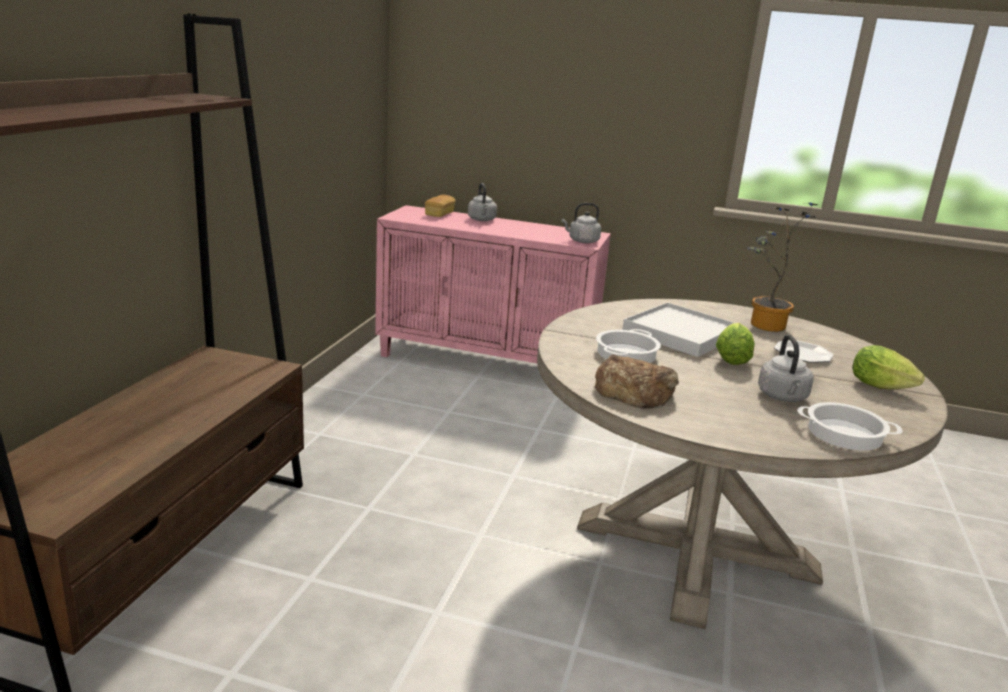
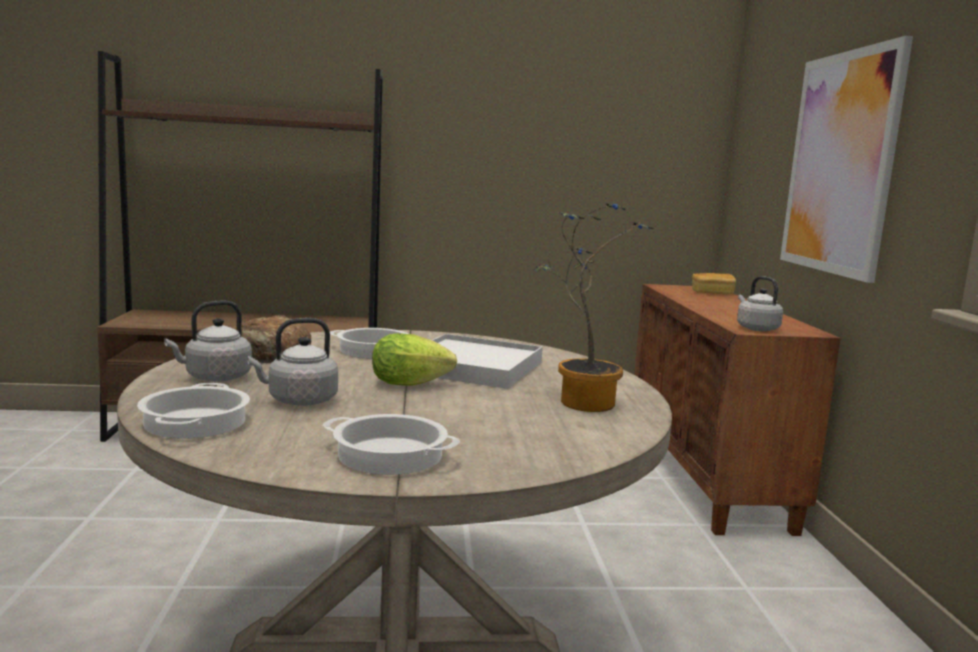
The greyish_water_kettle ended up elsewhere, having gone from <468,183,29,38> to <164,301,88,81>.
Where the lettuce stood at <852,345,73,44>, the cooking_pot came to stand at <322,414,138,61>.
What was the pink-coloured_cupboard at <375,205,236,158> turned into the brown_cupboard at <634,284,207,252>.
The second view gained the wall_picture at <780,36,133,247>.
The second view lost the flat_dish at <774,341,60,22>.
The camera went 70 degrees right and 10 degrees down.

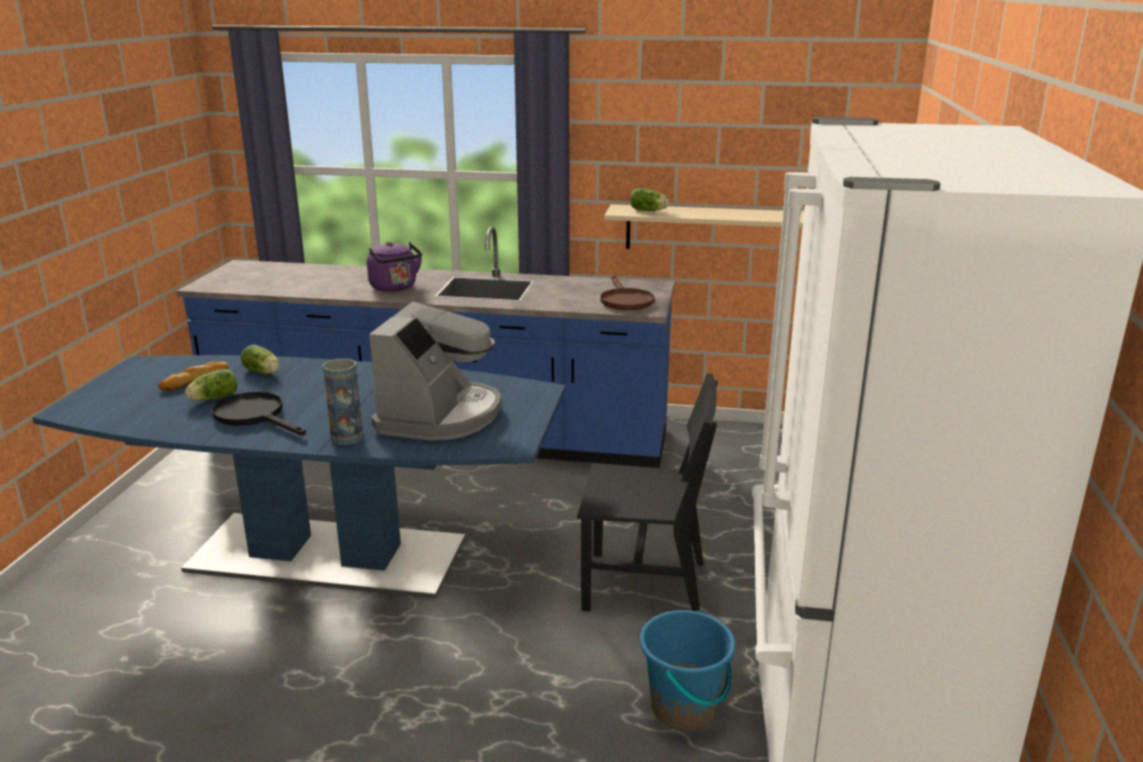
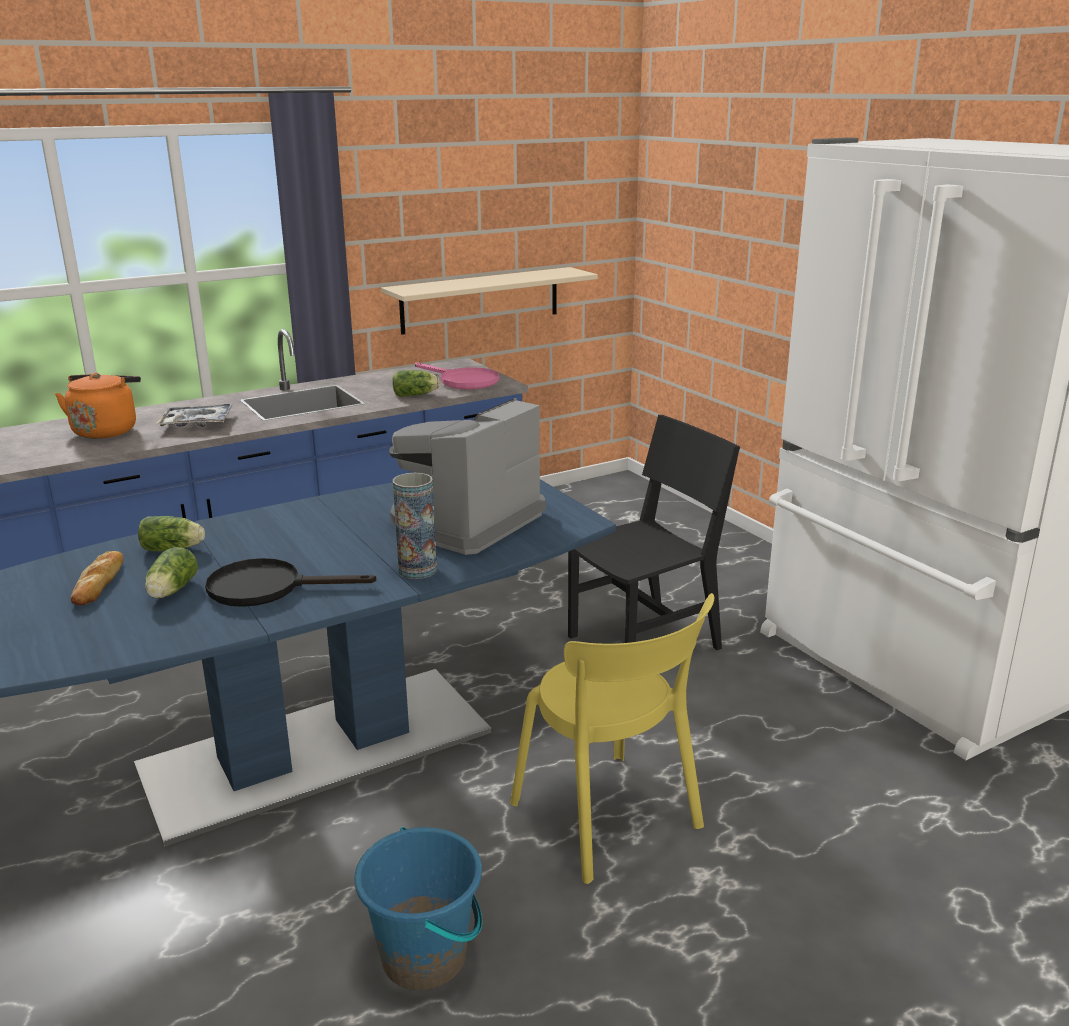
The second view gained the orange-coloured_water_kettle at <55,373,86,66>.
Where the purple_water_kettle stood at <367,242,56,50>, the serving_tray came to stand at <155,404,78,23>.
The blue-coloured_water_bucket ended up elsewhere, having gone from <640,610,96,120> to <355,827,127,163>.
The coffee_machine at <369,302,132,139> ended up facing another way, 120 degrees counterclockwise from before.
The lettuce ended up elsewhere, having gone from <631,188,38,23> to <392,370,48,27>.
What was the brown_pan at <600,275,55,35> turned into the pink-coloured_pan at <415,362,84,28>.
The second view gained the yellow_upright_chair at <510,593,204,291>.
The camera went 40 degrees left and 0 degrees up.

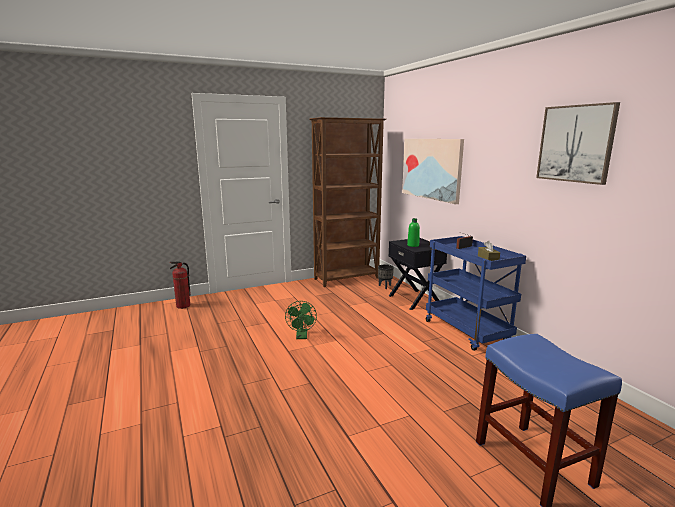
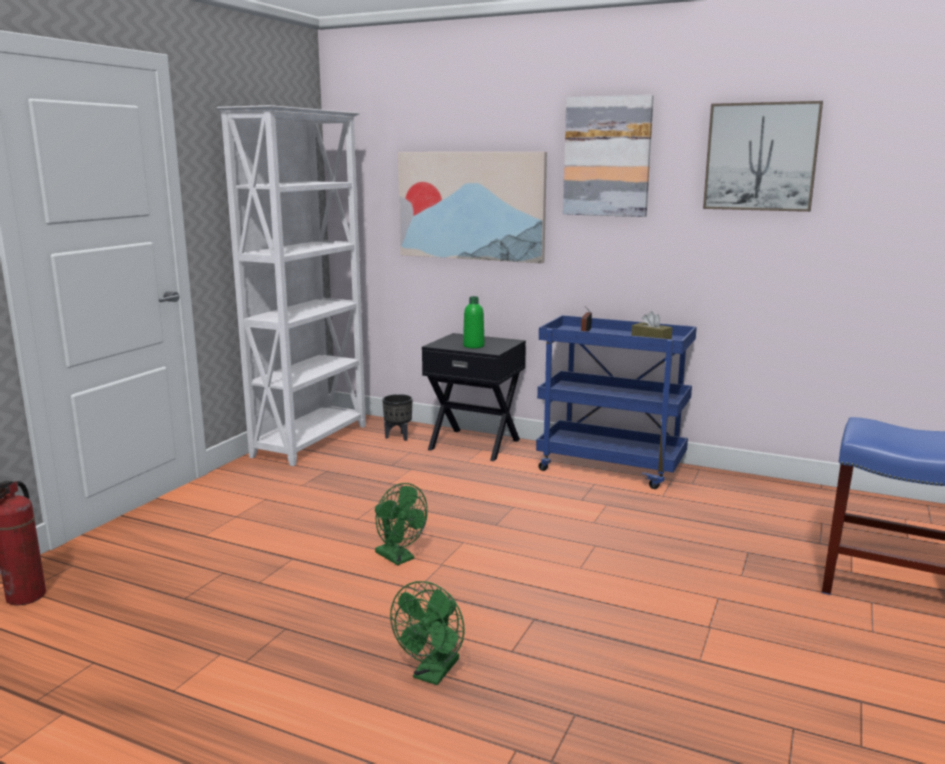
What was the brown_bookshelf at <310,117,76,170> turned into the white_bookshelf at <217,105,149,361>.
The second view gained the greenish_electric_fan at <390,581,74,104>.
The second view gained the wall_picture at <563,95,91,122>.
The camera went 40 degrees left and 0 degrees up.

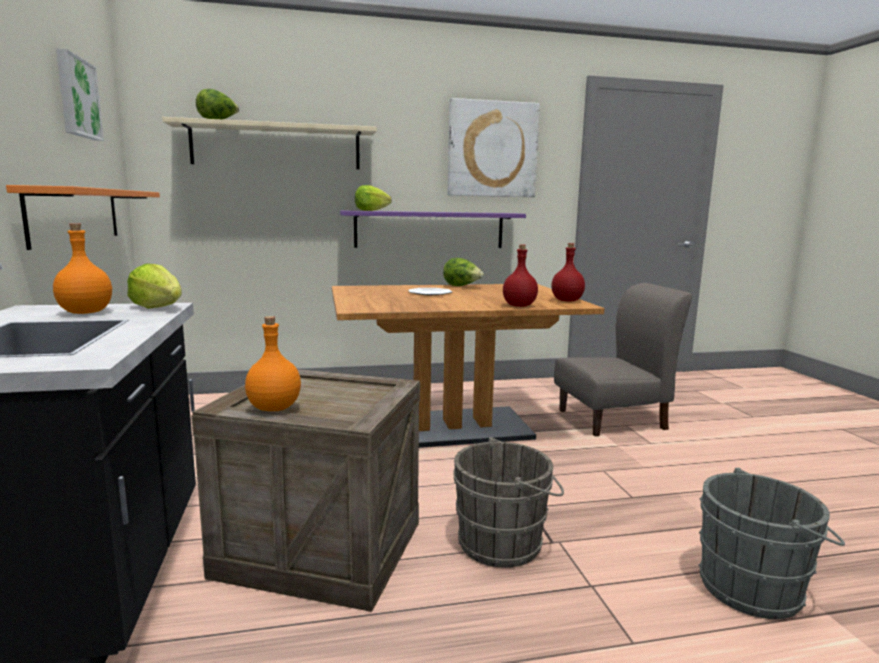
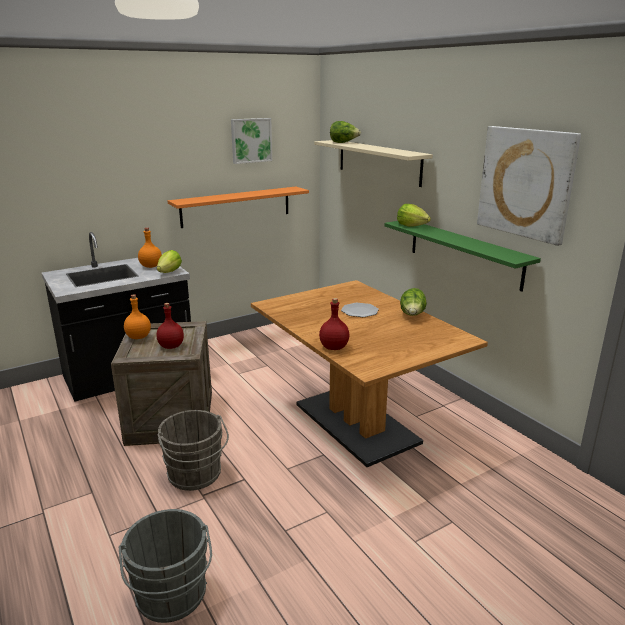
The red-coloured_drink_bottle ended up elsewhere, having gone from <551,243,34,58> to <156,303,28,46>.
What was the purple_shelf at <340,210,186,38> turned into the greenish_shelf at <385,221,156,71>.
The second view lost the greyish_upright_chair at <554,283,138,153>.
The camera went 70 degrees right and 10 degrees up.

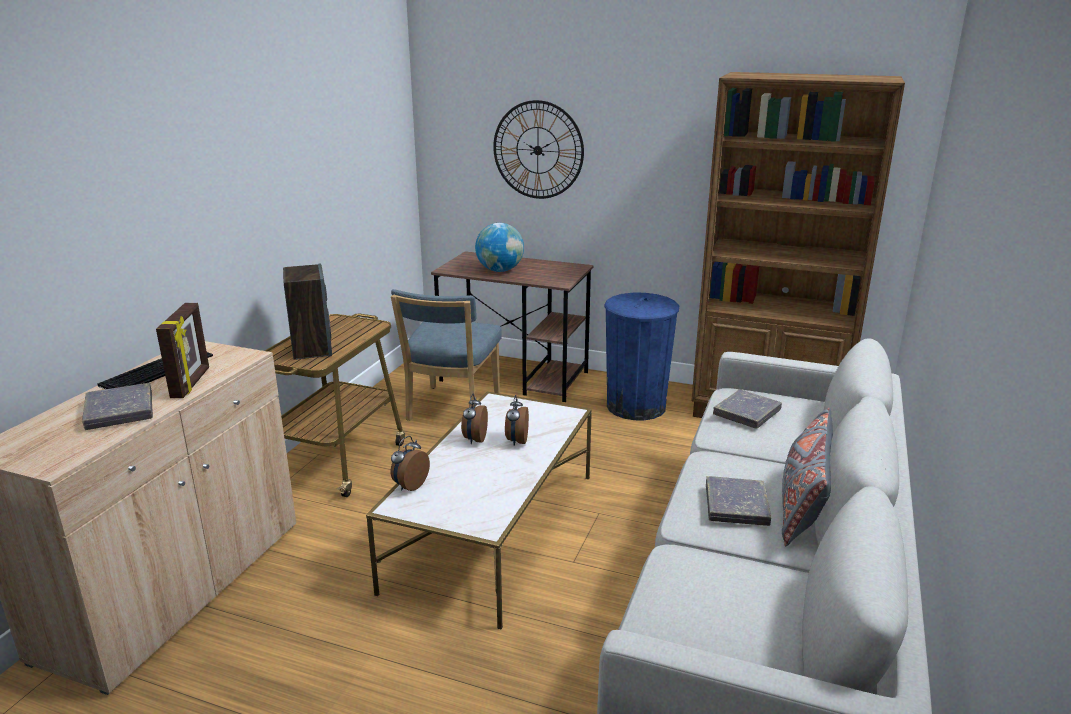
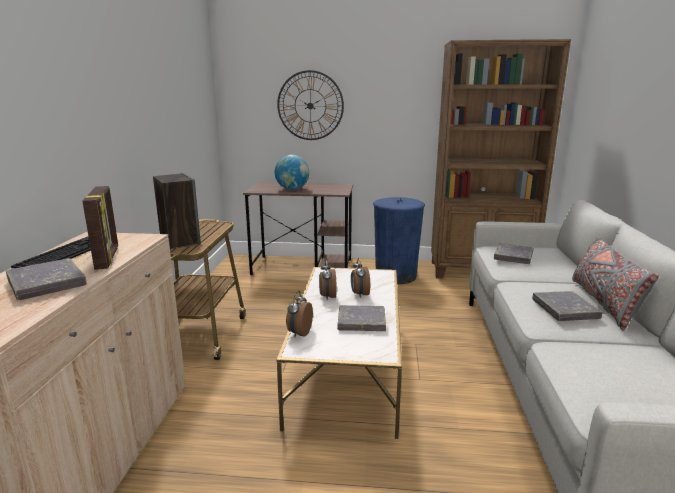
The second view gained the greyish_book at <337,305,49,26>.
The second view lost the blue-coloured_upright_chair at <391,289,111,132>.
The camera went 15 degrees left and 5 degrees down.

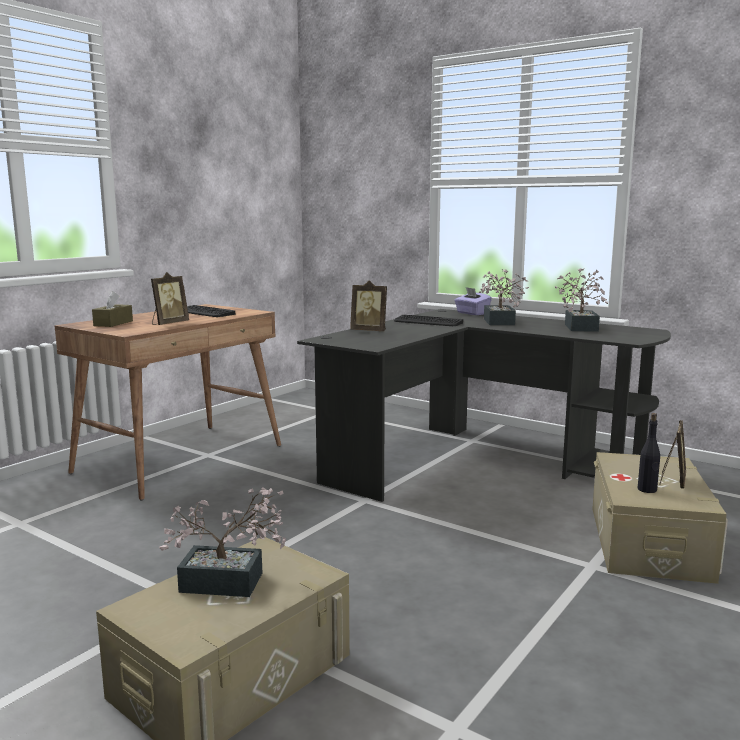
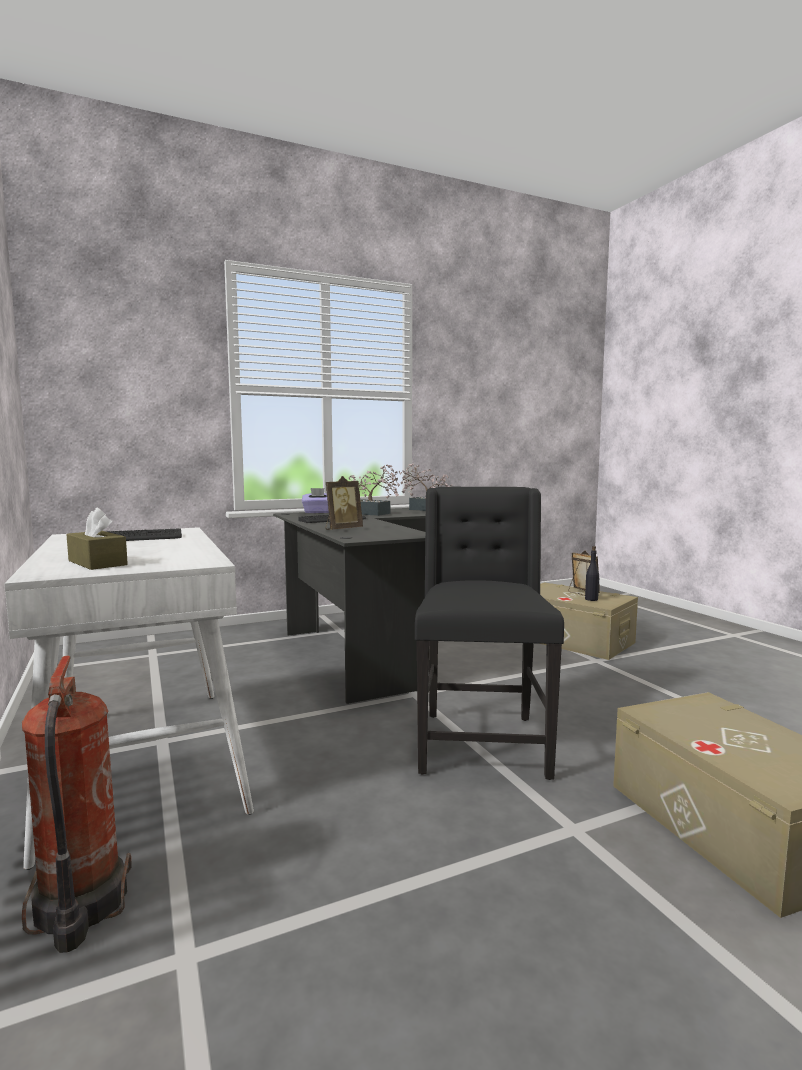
What was the brown_desk at <55,304,226,196> turned into the white_desk at <4,527,250,343>.
The second view gained the fire-fighting_cylinder at <22,655,110,298>.
The second view gained the blackish_upright_chair at <415,487,149,293>.
The second view lost the photo_frame at <151,272,38,53>.
The second view lost the houseplant at <159,487,127,110>.
The camera went 60 degrees left and 5 degrees down.

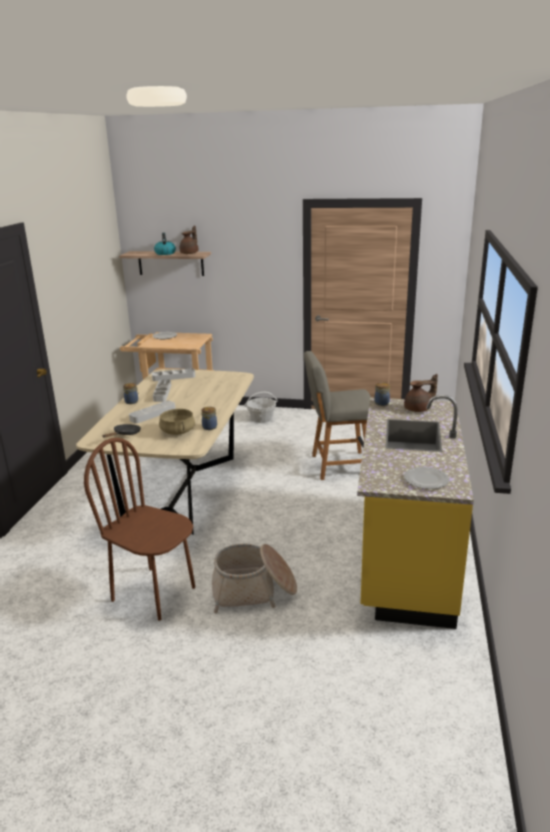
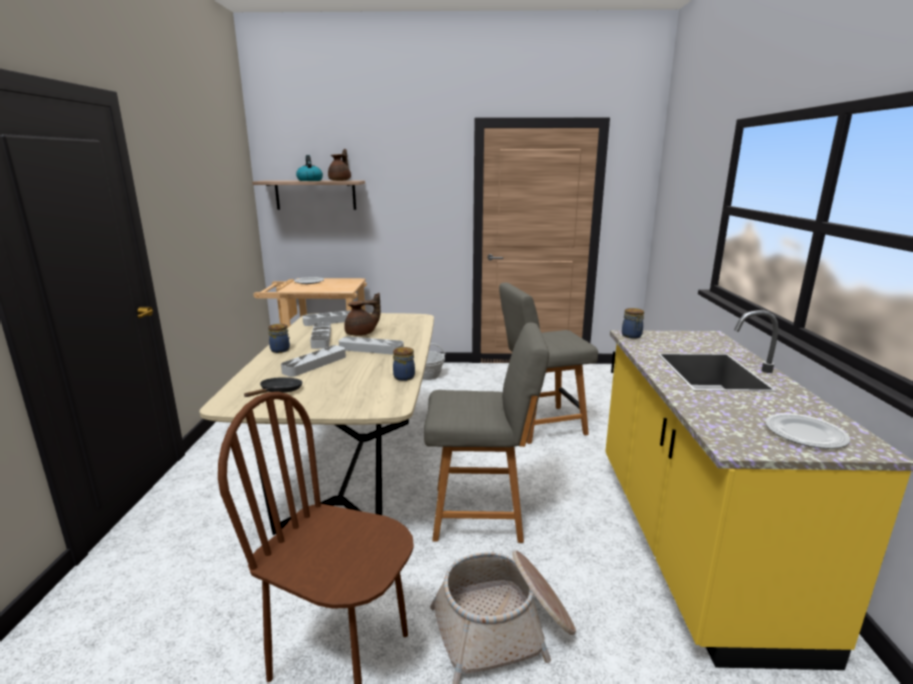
The second view gained the greyish_serving_tray at <339,337,65,18>.
The brown_pot_for_tea ended up elsewhere, having gone from <404,374,34,38> to <344,293,37,43>.
The second view gained the greyish_upright_chair at <424,323,125,220>.
The second view lost the beige_cooking_pot at <159,409,36,26>.
The camera went 10 degrees left and 5 degrees down.

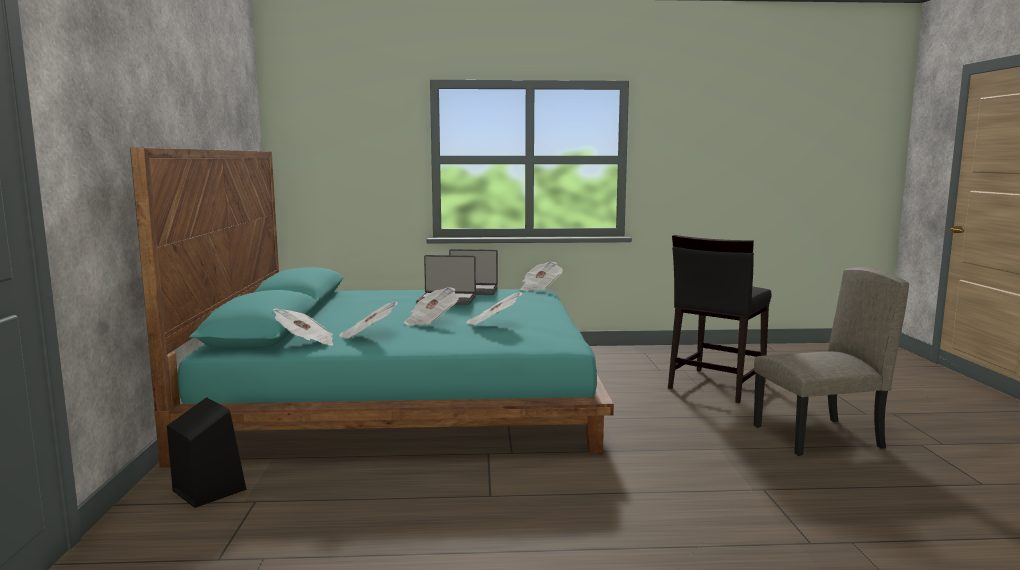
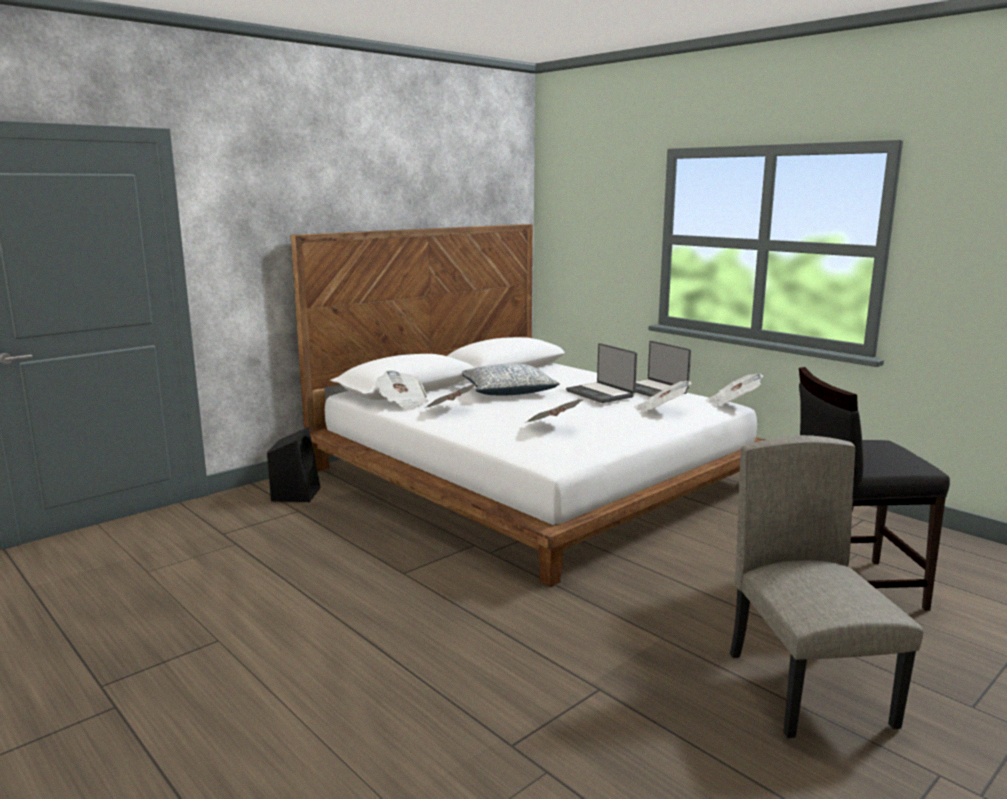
What was the turquoise_bed at <130,148,484,319> turned into the white_bed at <290,224,476,363>.
The second view gained the pillow at <462,364,98,32>.
The newspaper ended up elsewhere, having gone from <404,287,55,38> to <634,381,58,31>.
The beige_upright_chair at <754,267,155,189> ended up facing another way, 135 degrees counterclockwise from before.
The camera went 50 degrees right and 5 degrees up.

